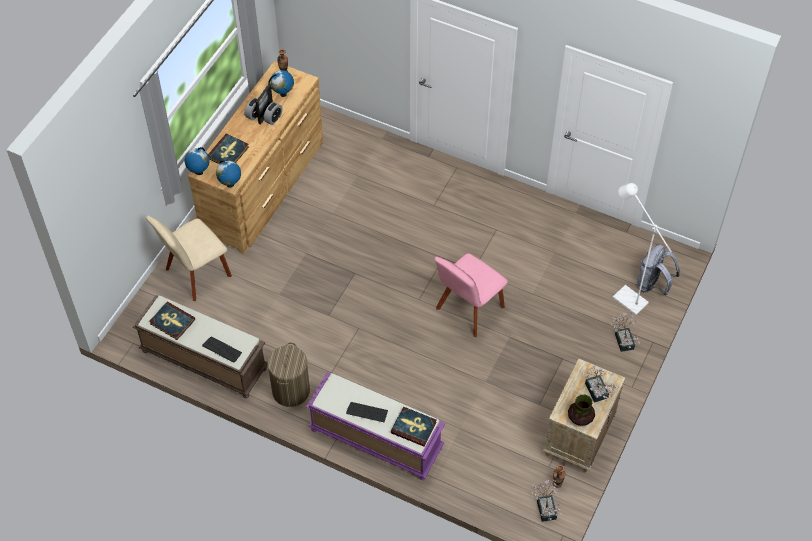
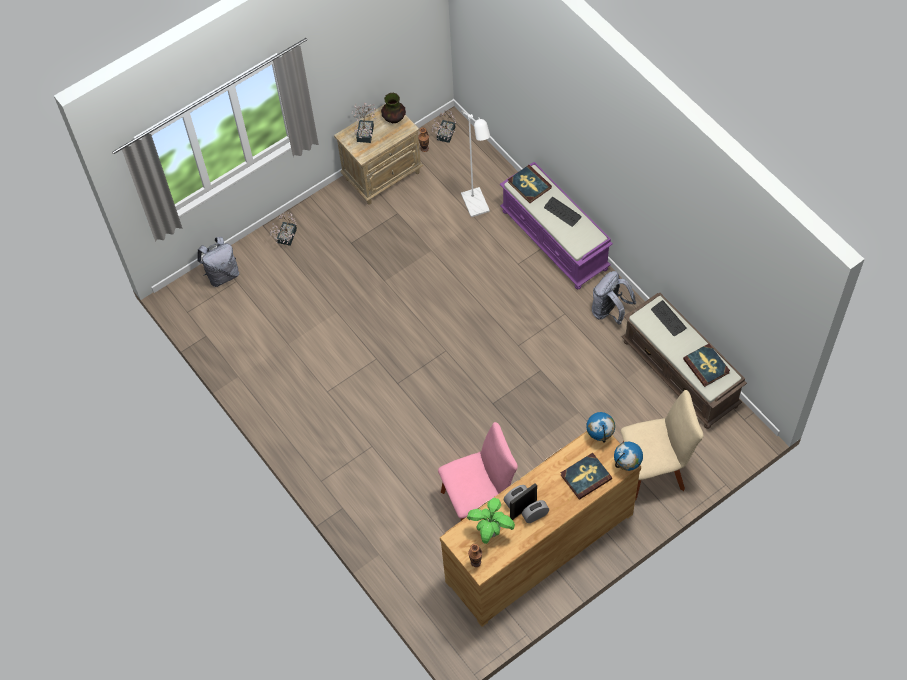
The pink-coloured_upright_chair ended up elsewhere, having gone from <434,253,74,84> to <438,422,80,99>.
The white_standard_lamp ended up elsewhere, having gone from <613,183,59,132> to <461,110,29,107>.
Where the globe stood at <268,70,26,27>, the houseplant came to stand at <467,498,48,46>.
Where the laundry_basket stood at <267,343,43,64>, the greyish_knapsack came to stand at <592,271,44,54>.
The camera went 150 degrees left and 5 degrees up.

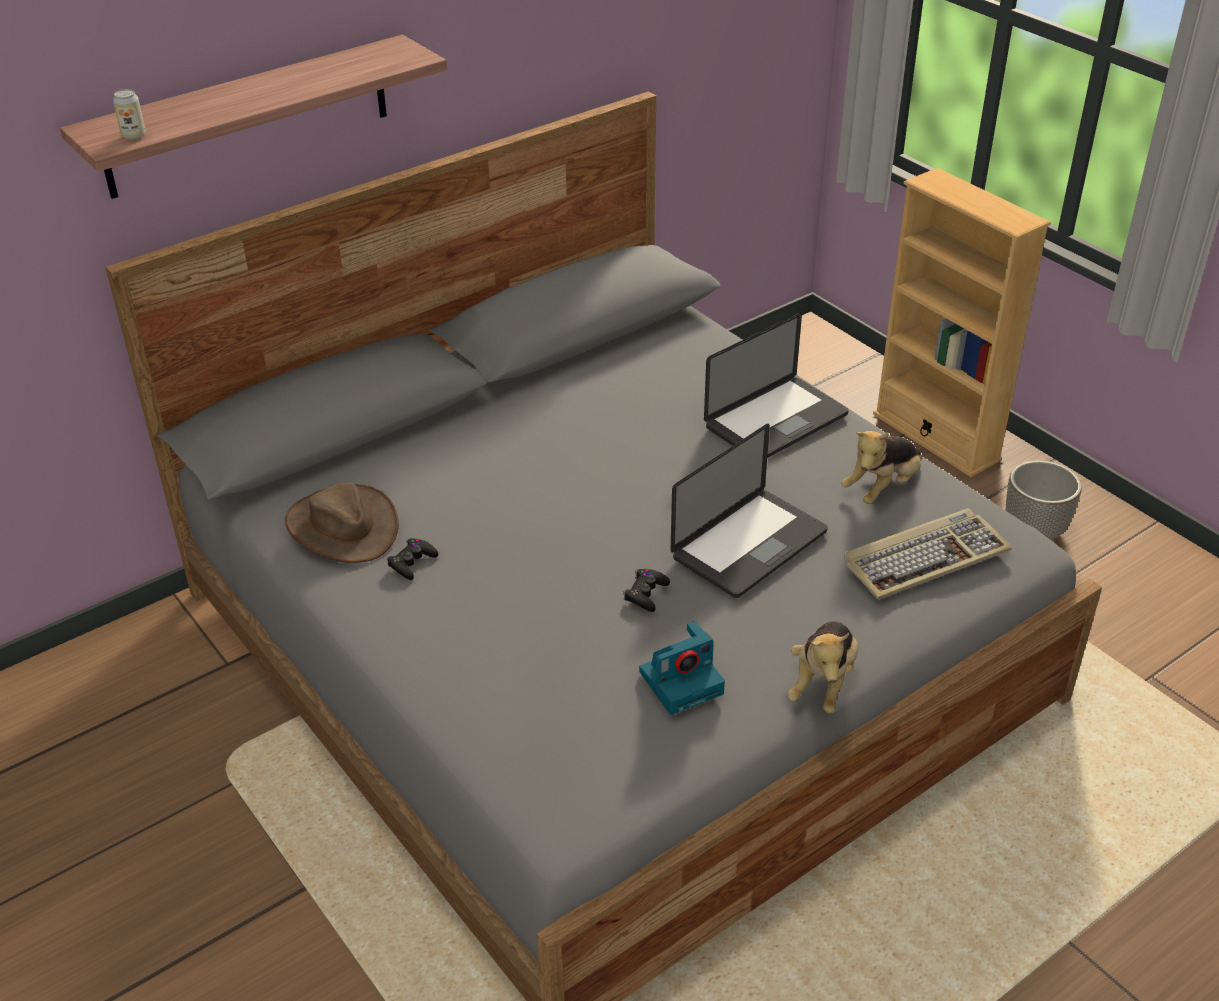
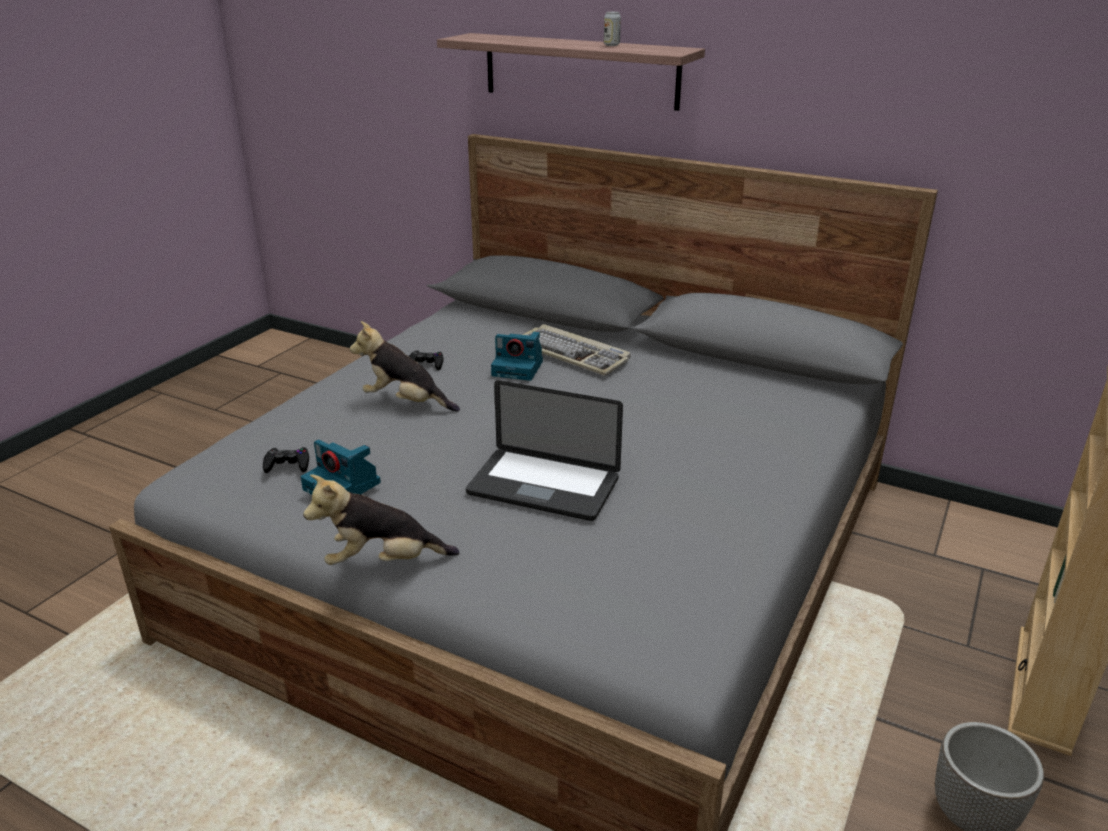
The blackish_joypad ended up elsewhere, having gone from <623,569,47,43> to <263,447,46,26>.
The cuddly_toy ended up elsewhere, having gone from <841,431,81,73> to <350,321,110,91>.
The second view gained the photo_camera at <491,331,52,50>.
The computer_keyboard ended up elsewhere, having gone from <844,508,168,92> to <523,324,108,52>.
The can ended up elsewhere, having gone from <113,89,33,51> to <604,12,17,34>.
The second view lost the brown_wearable_hat at <285,482,114,81>.
The second view lost the laptop at <704,313,145,145>.
The camera went 65 degrees right and 10 degrees down.

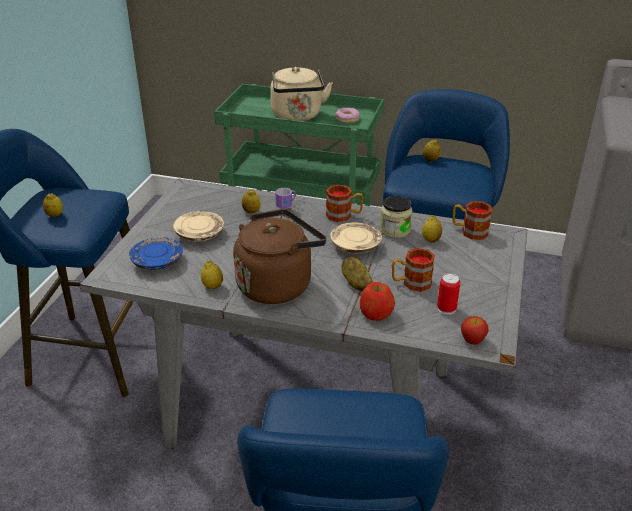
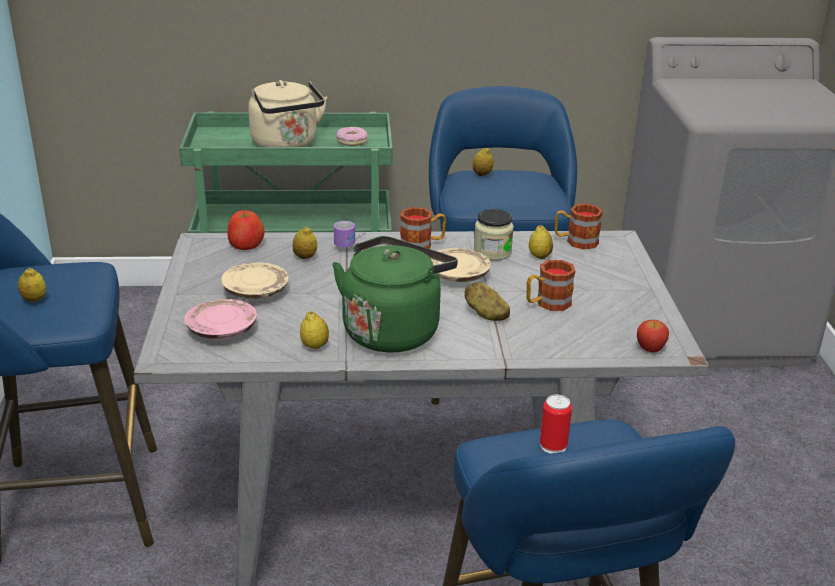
What was the blue-coloured_flat_dish at <129,237,54,33> turned into the pink-coloured_flat_dish at <184,299,73,41>.
The apple_fruit ended up elsewhere, having gone from <360,282,35,39> to <227,210,38,40>.
What was the brown_water_kettle at <233,209,93,95> turned into the greenish_water_kettle at <332,236,126,117>.
The can ended up elsewhere, having gone from <437,273,23,42> to <540,394,32,59>.
The camera went 20 degrees left and 5 degrees down.

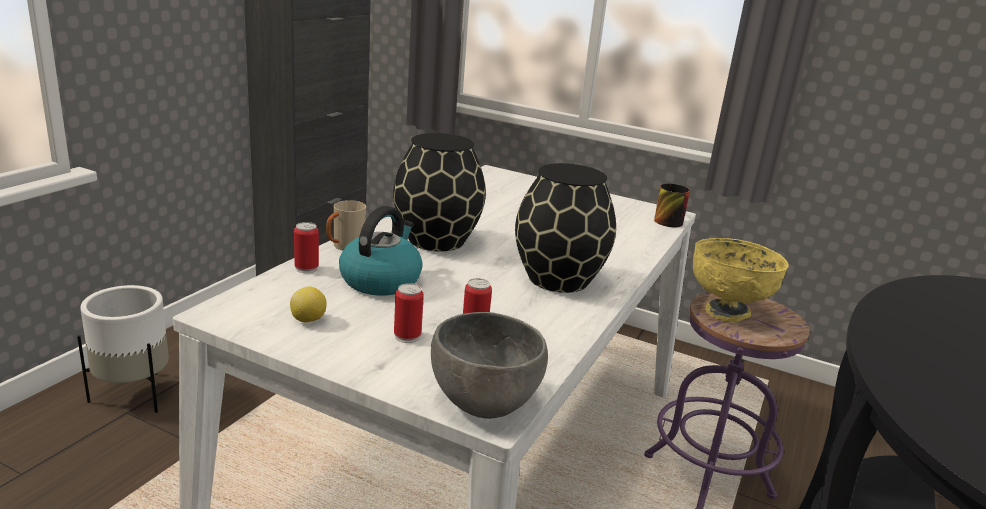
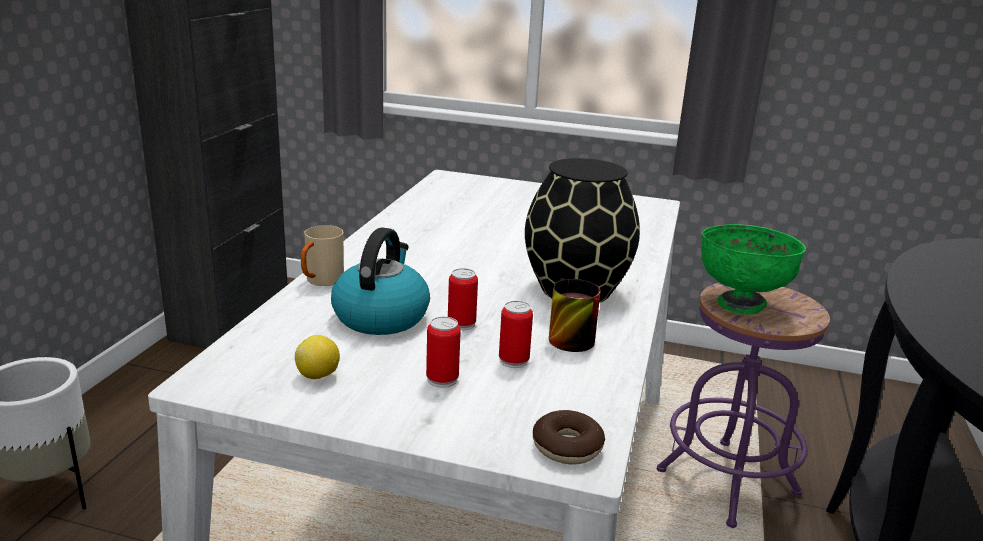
The can ended up elsewhere, having gone from <294,222,25,51> to <448,268,30,62>.
Where the greyish_bowl stood at <431,312,117,107>, the doughnut came to stand at <533,410,72,55>.
The mug ended up elsewhere, having gone from <654,184,36,43> to <549,278,52,74>.
What was the yellow_bowl at <693,238,96,84> turned into the greenish_bowl at <701,224,105,90>.
The second view lost the blackish_flower_vase at <393,133,93,118>.
The camera went 10 degrees left and 0 degrees up.

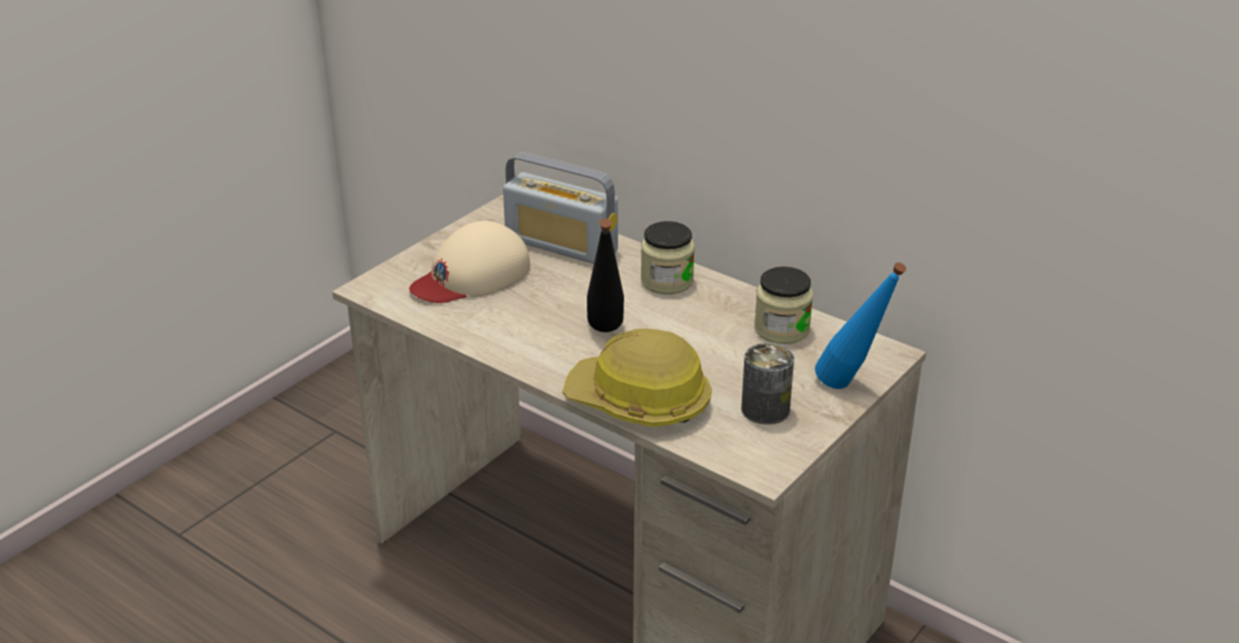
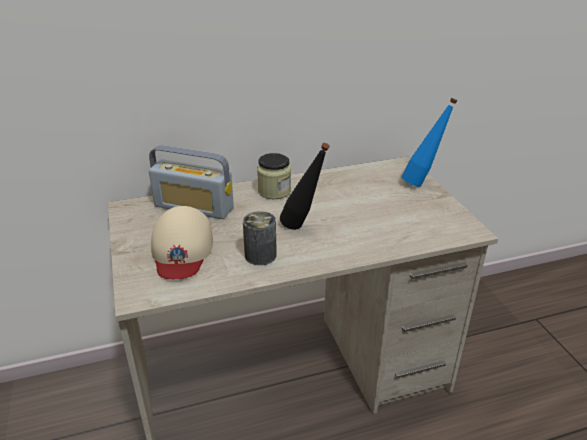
The radio_set at <503,152,115,112> ended up facing another way, 45 degrees clockwise from before.
The can ended up elsewhere, having gone from <741,343,53,82> to <243,211,34,54>.
The second view lost the safety_helmet at <562,328,149,99>.
The second view lost the preserve_jar at <754,267,59,77>.
The camera went 55 degrees left and 0 degrees up.

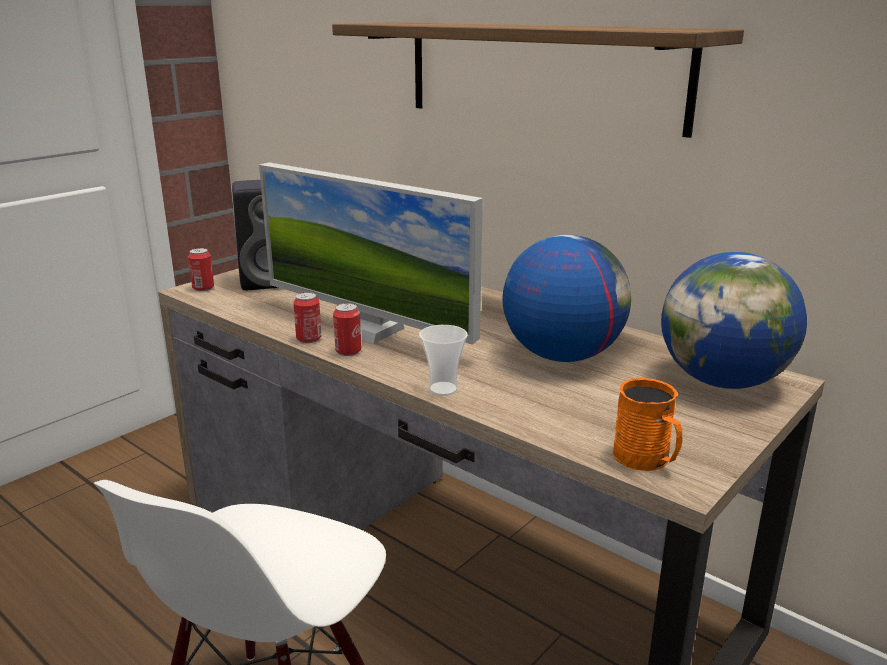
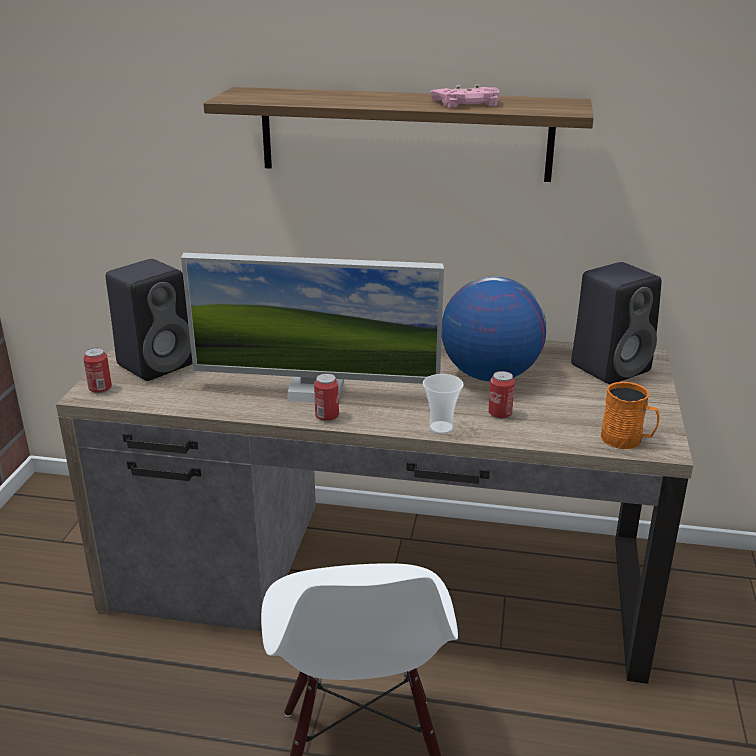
The second view gained the pink-coloured_joypad at <431,85,69,23>.
The can ended up elsewhere, having gone from <293,292,28,51> to <488,371,27,48>.
Where the globe stood at <661,252,146,137>, the blackish_speaker came to stand at <571,262,90,122>.
The camera went 30 degrees left and 5 degrees up.

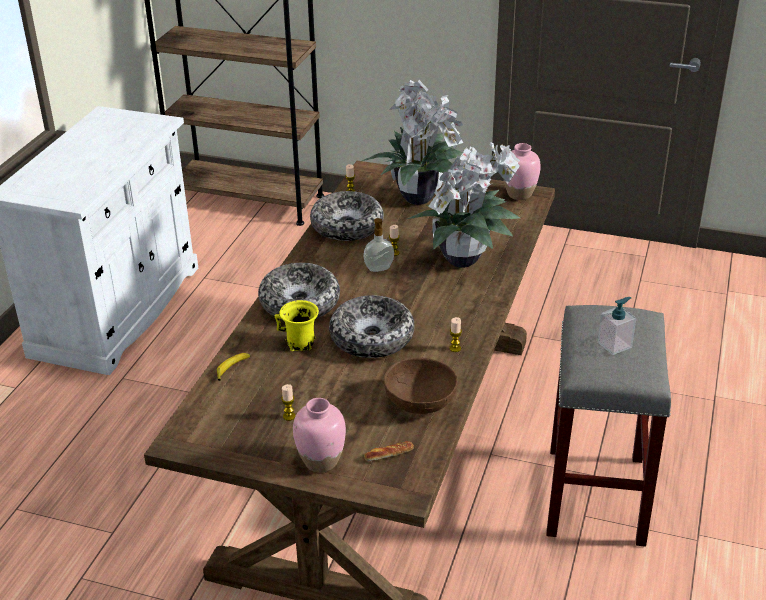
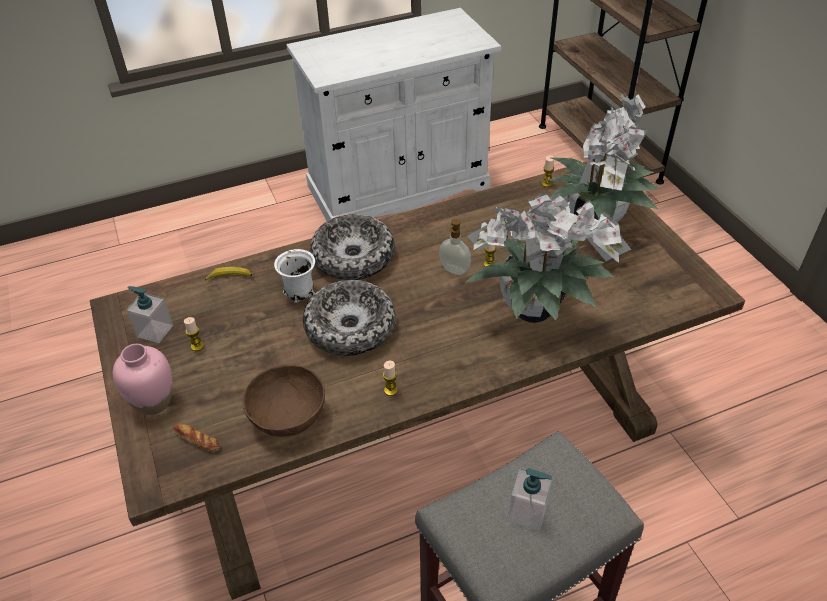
The second view gained the soap_dispenser at <126,286,47,57>.
What was the yellow_mug at <275,300,44,51> turned into the white_mug at <274,249,41,54>.
The second view lost the bowl at <310,191,74,50>.
The second view lost the pink-coloured_flower_vase at <504,143,37,57>.
The camera went 50 degrees right and 10 degrees up.

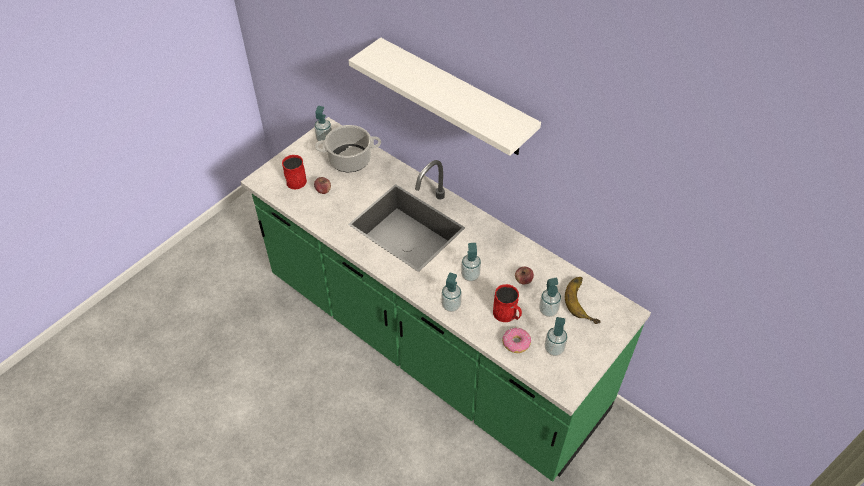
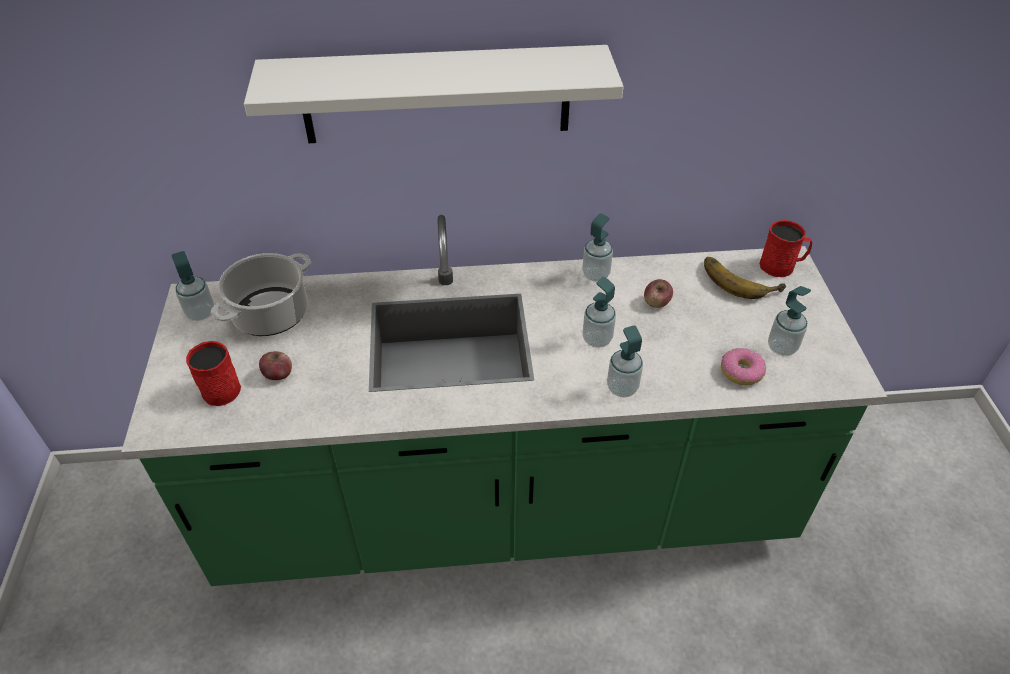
The soap_dispenser ended up elsewhere, having gone from <539,278,22,39> to <582,213,31,69>.
The red-coloured_mug ended up elsewhere, having gone from <493,284,29,38> to <759,220,53,57>.
The camera went 45 degrees left and 5 degrees down.

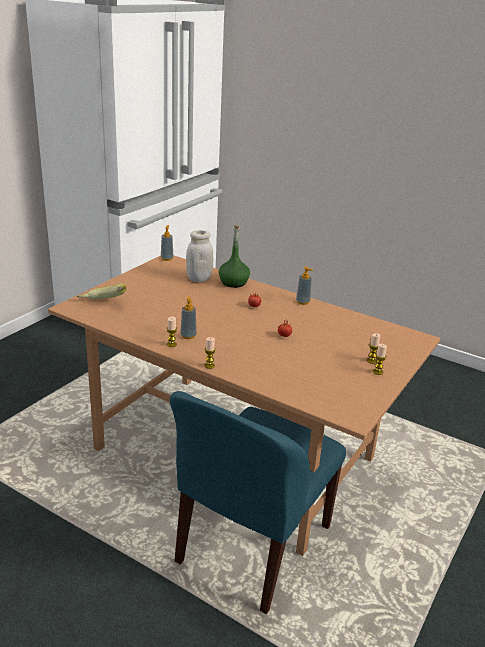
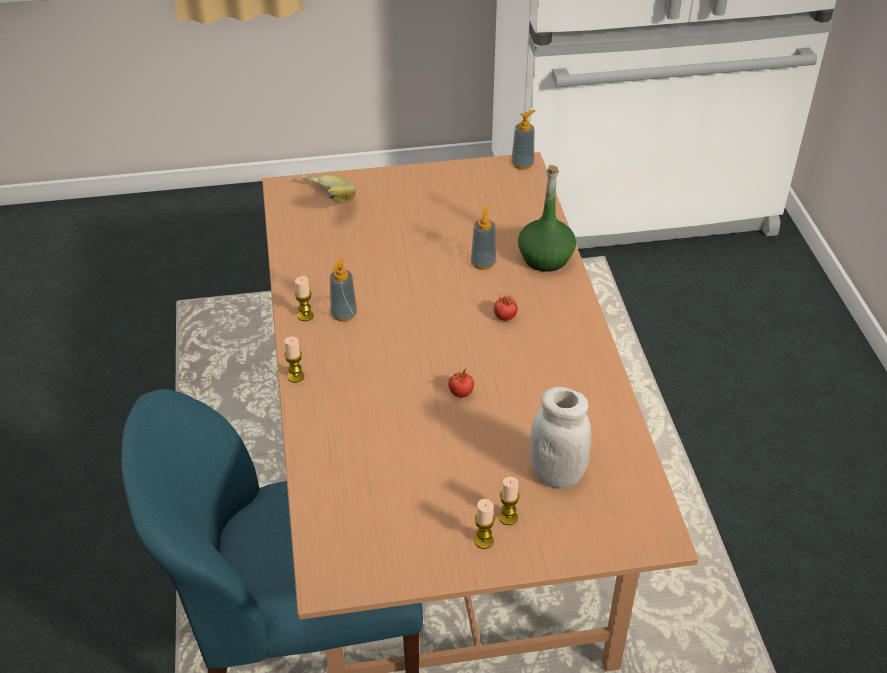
The soap_dispenser ended up elsewhere, having gone from <296,266,17,39> to <471,207,25,63>.
The white_preserve_jar ended up elsewhere, having gone from <186,230,27,52> to <530,387,61,102>.
The camera went 50 degrees right and 15 degrees up.

